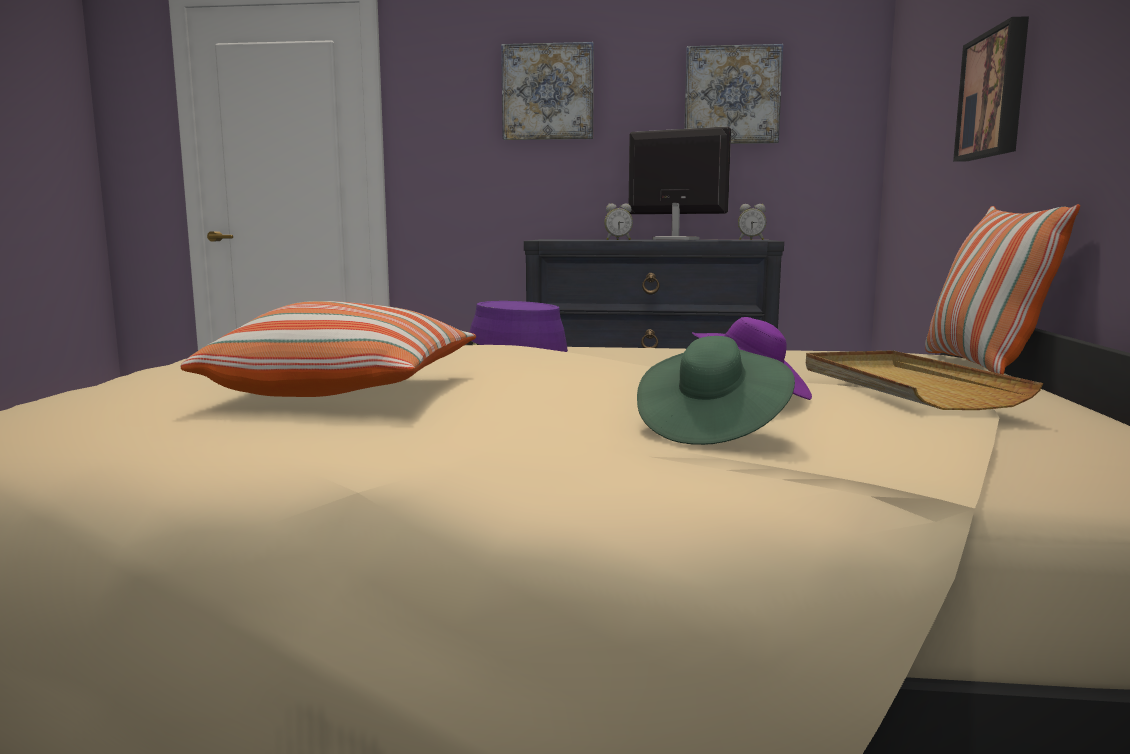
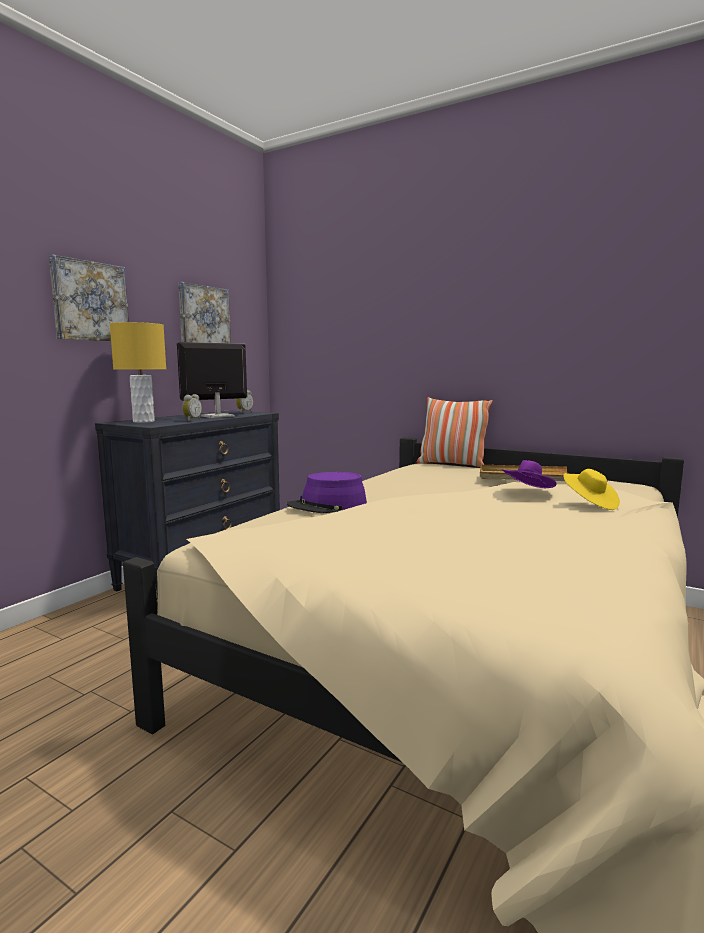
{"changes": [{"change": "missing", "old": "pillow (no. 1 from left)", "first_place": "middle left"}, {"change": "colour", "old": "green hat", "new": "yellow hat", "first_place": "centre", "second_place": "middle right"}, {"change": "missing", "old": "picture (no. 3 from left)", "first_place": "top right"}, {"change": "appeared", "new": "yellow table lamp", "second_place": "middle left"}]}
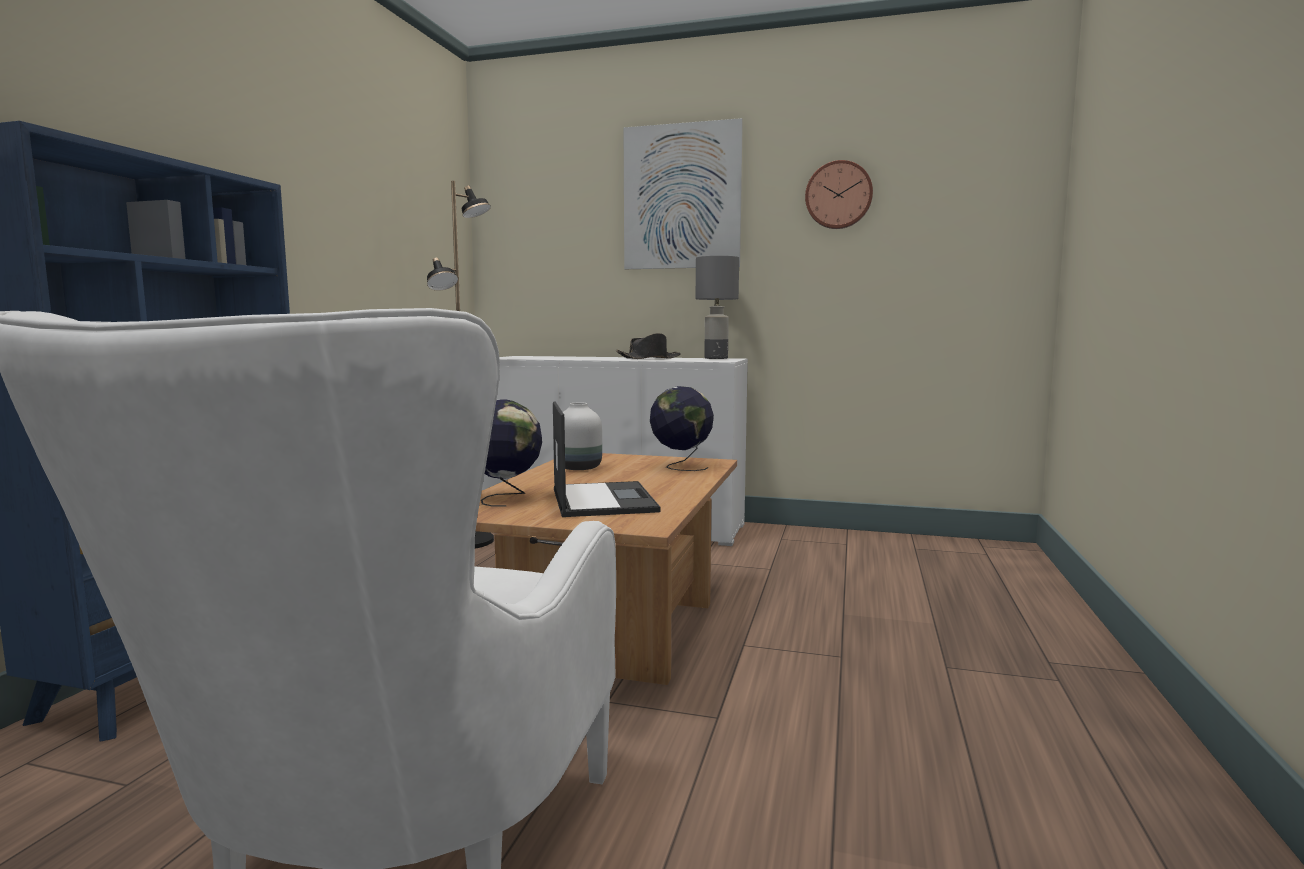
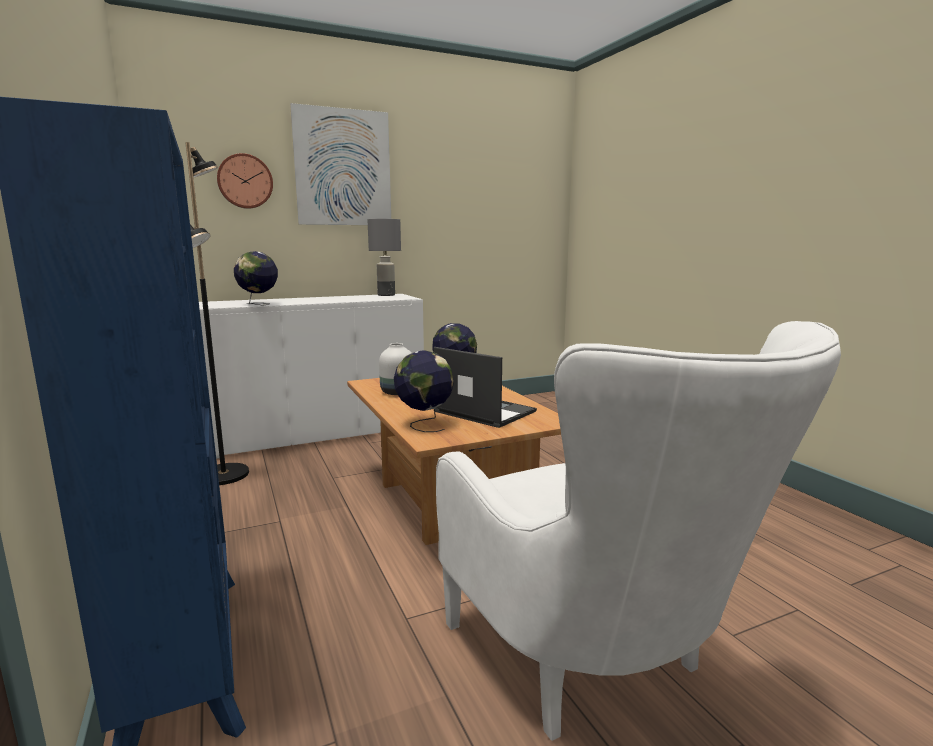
{"changes": [{"change": "missing", "old": "black hat", "first_place": "centre"}, {"change": "relocated", "old": "wall clock", "first_place": "top centre", "second_place": "top left"}, {"change": "appeared", "new": "globe (no. 1 from left)", "second_place": "middle left"}]}
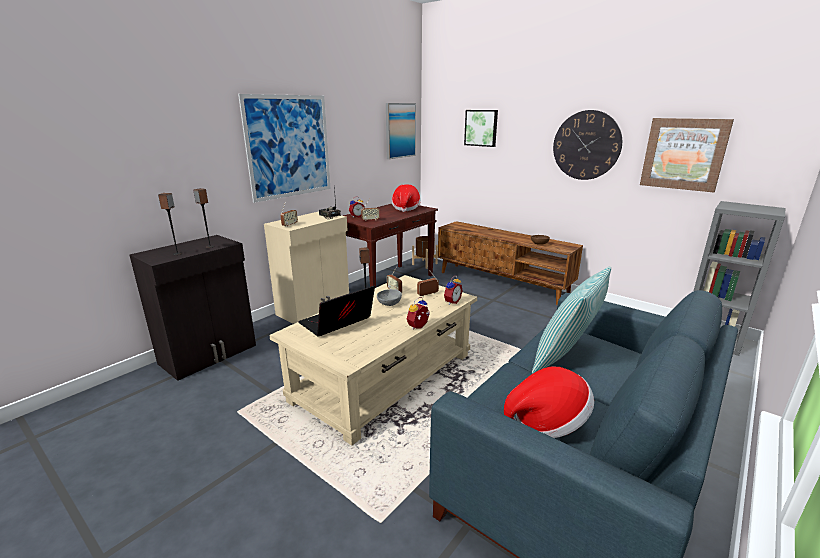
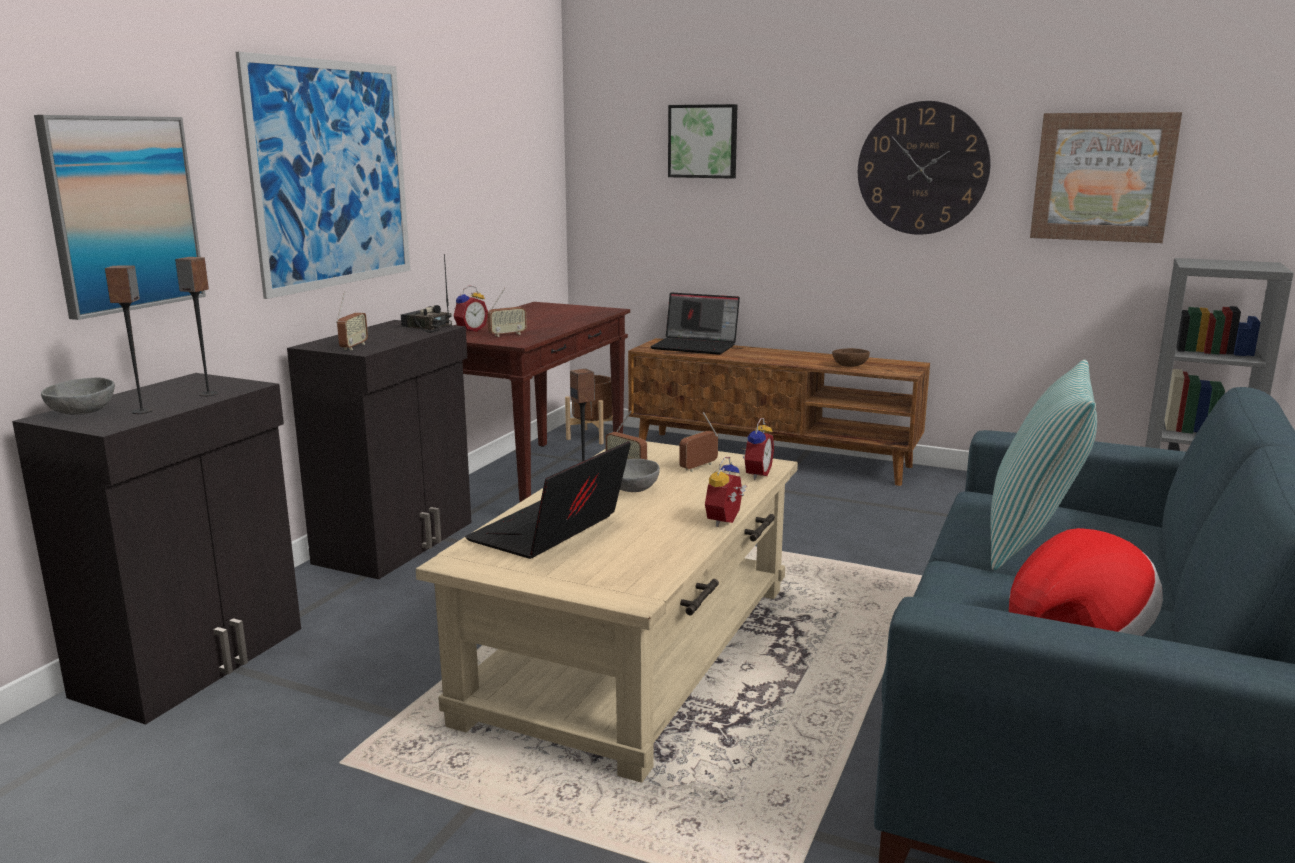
{"changes": [{"change": "colour", "old": "beige cabinet", "new": "black cabinet (no. 2 from left)", "first_place": "centre", "second_place": "middle left"}, {"change": "relocated", "old": "picture (no. 2 from left in the first image)", "new": "picture (no. 1 from left)", "first_place": "top centre", "second_place": "top left"}, {"change": "missing", "old": "hat (no. 1 from left)", "first_place": "centre"}, {"change": "appeared", "new": "grey bowl (no. 1 from left)", "second_place": "middle left"}, {"change": "appeared", "new": "laptop (no. 2 from left)", "second_place": "centre"}]}
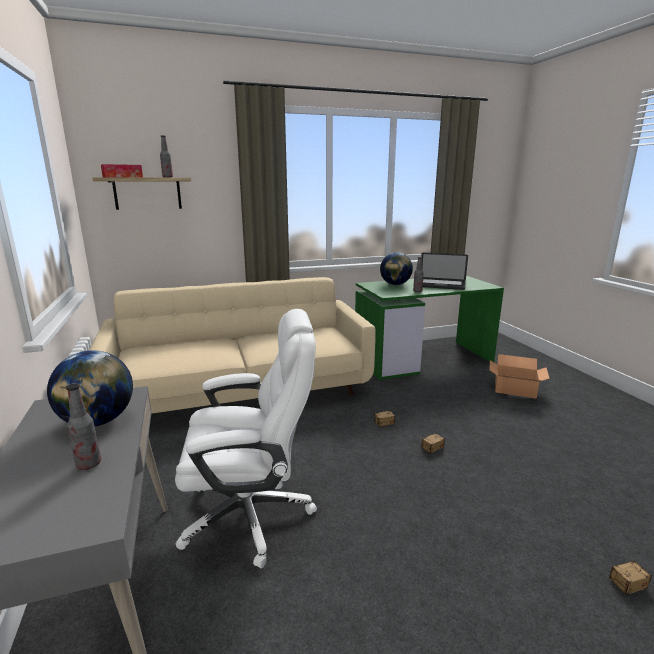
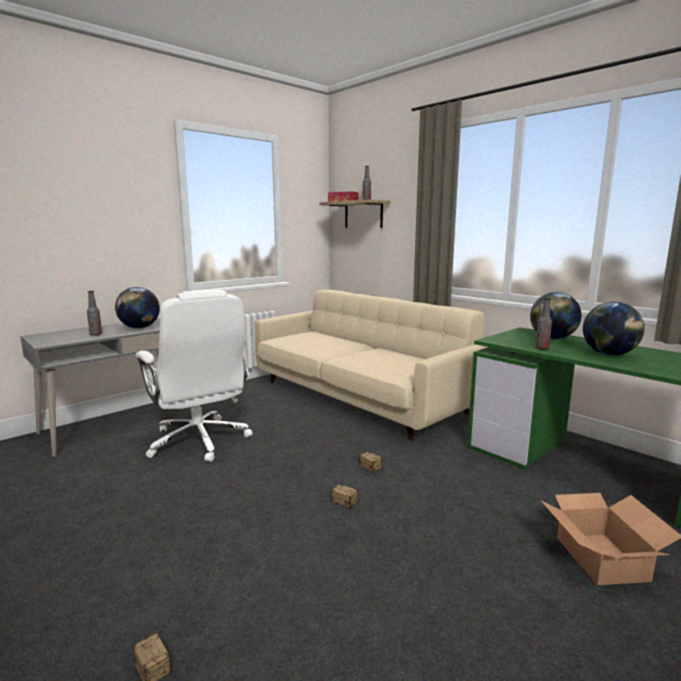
{"changes": [{"change": "exchanged", "old": "laptop", "new": "globe (no. 3 from left)", "first_place": "middle right", "second_place": "middle right"}]}
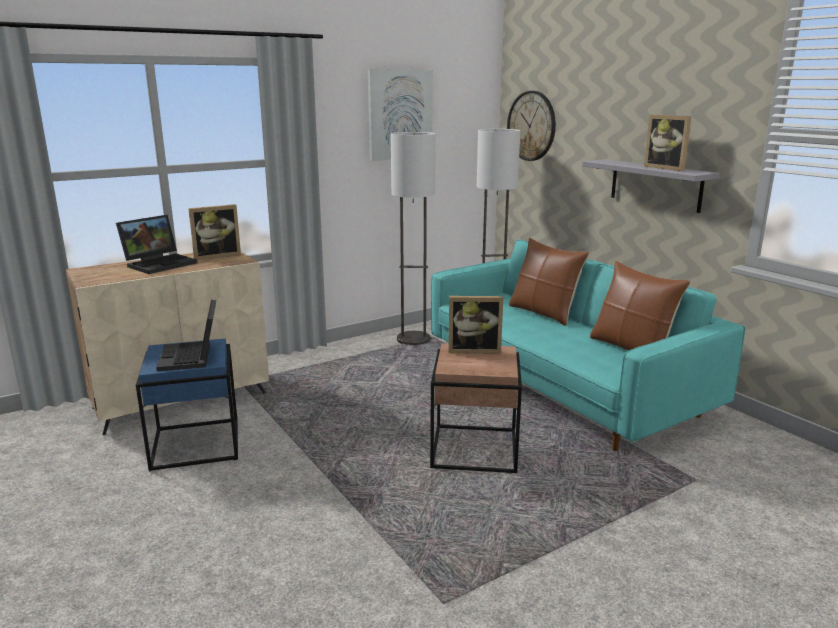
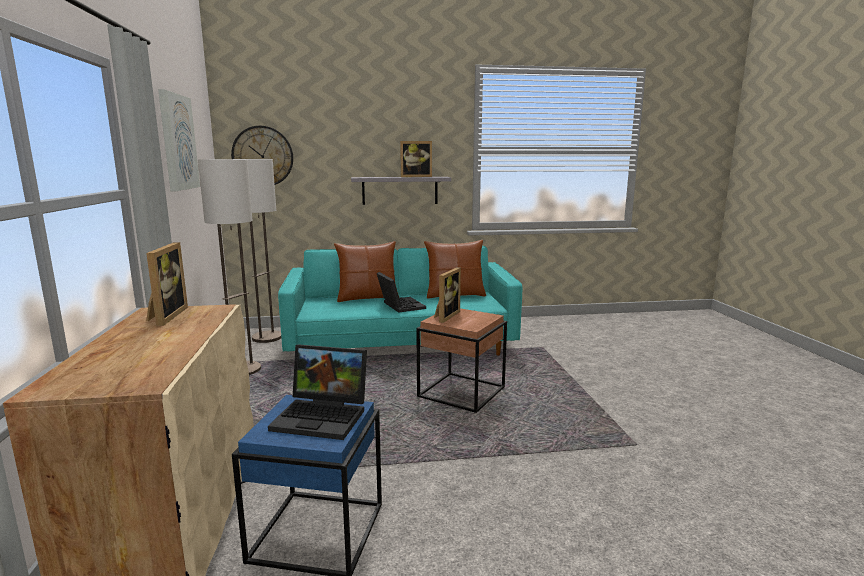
{"changes": [{"change": "relocated", "old": "laptop (no. 1 from left in the first image)", "new": "laptop (no. 2 from left)", "first_place": "middle left", "second_place": "centre"}]}
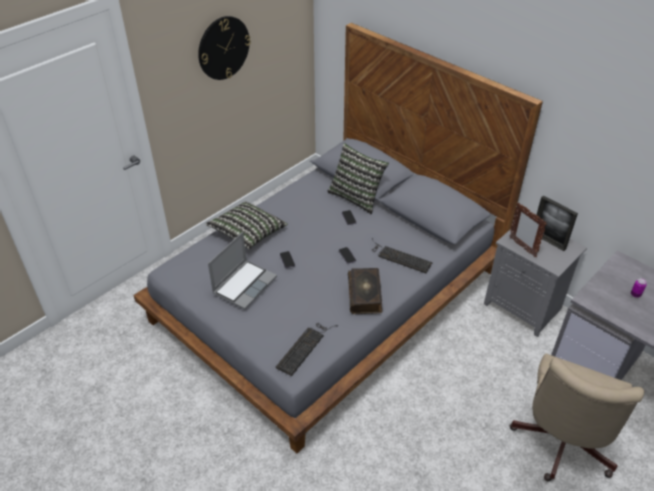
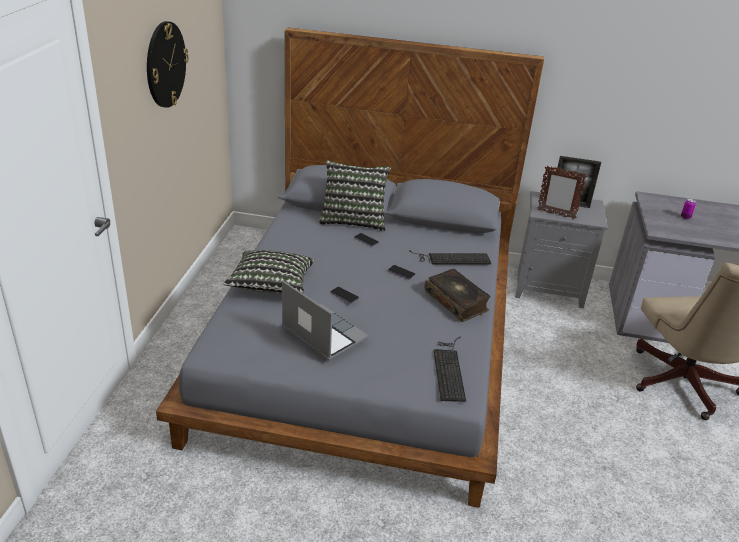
{"changes": [{"change": "spun", "old": "laptop", "first_place": "centre", "second_place": "centre", "degrees": -45}]}
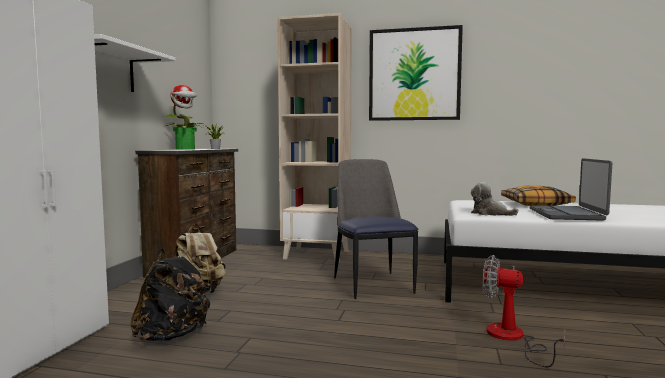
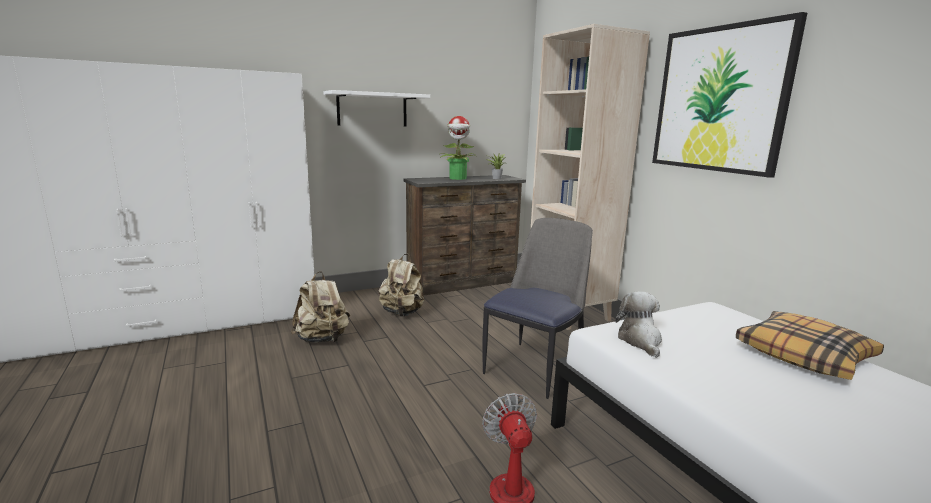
{"changes": [{"change": "colour", "old": "black backpack", "new": "beige backpack (no. 1 from left)", "first_place": "bottom left", "second_place": "centre"}, {"change": "missing", "old": "laptop", "first_place": "middle right"}]}
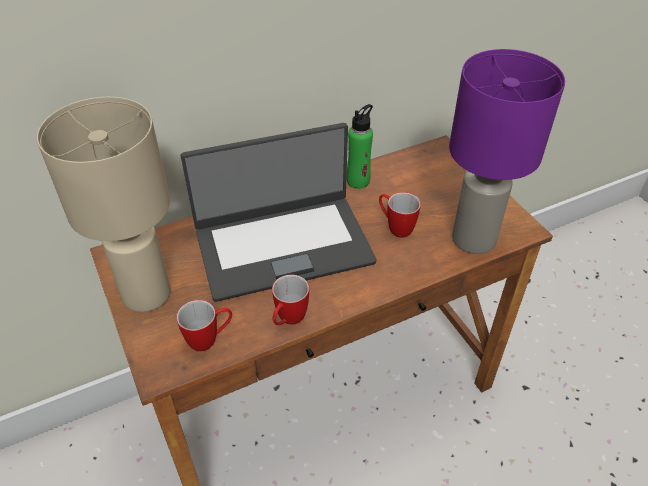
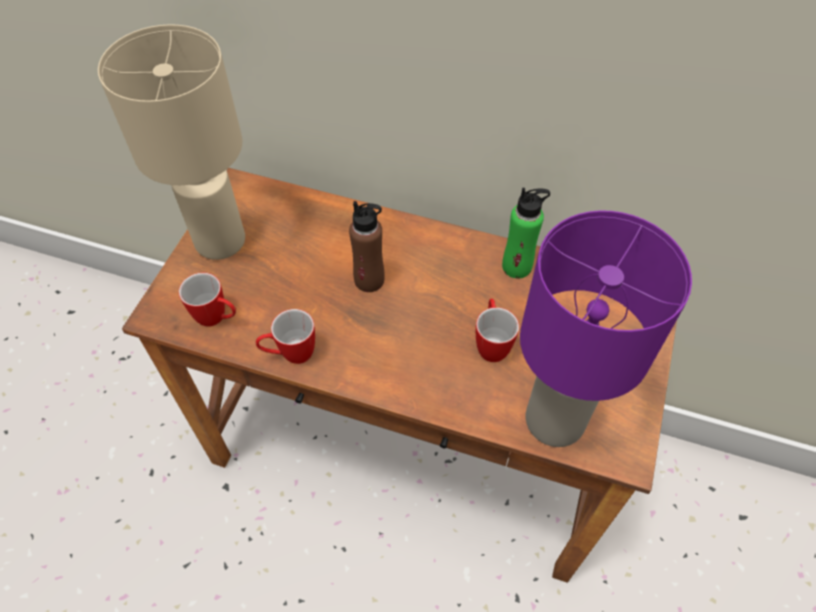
{"changes": [{"change": "exchanged", "old": "laptop", "new": "brown bottle", "first_place": "centre", "second_place": "centre"}]}
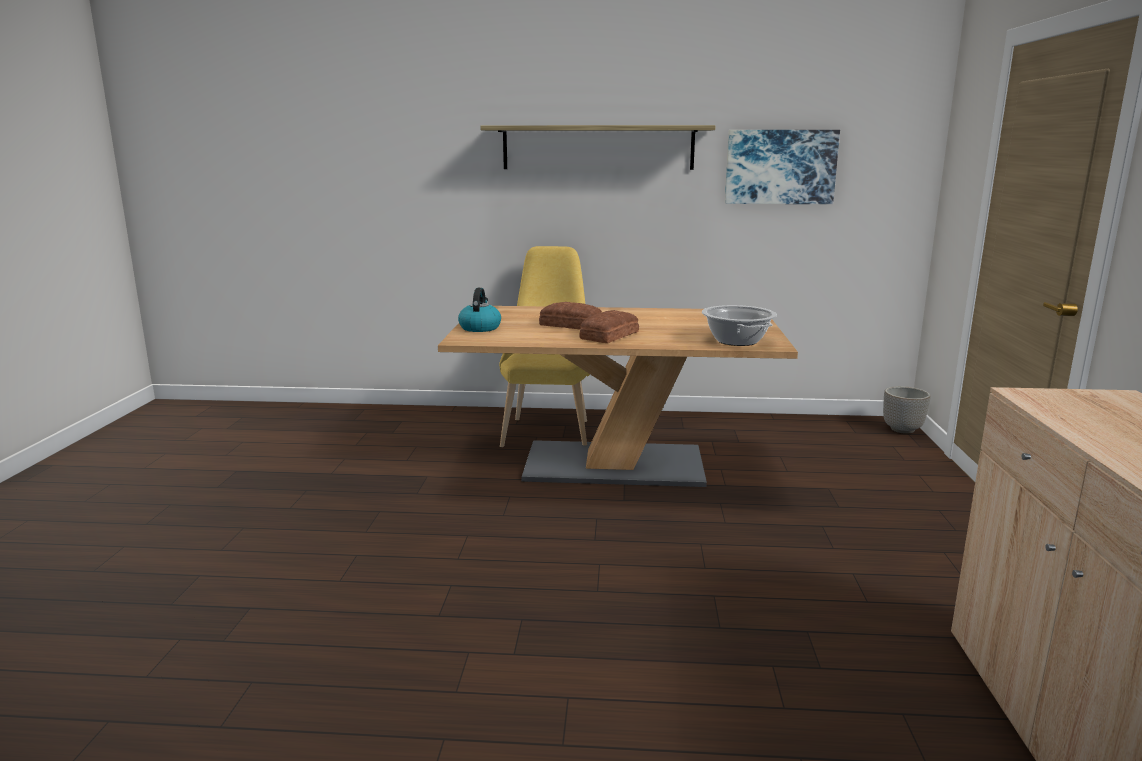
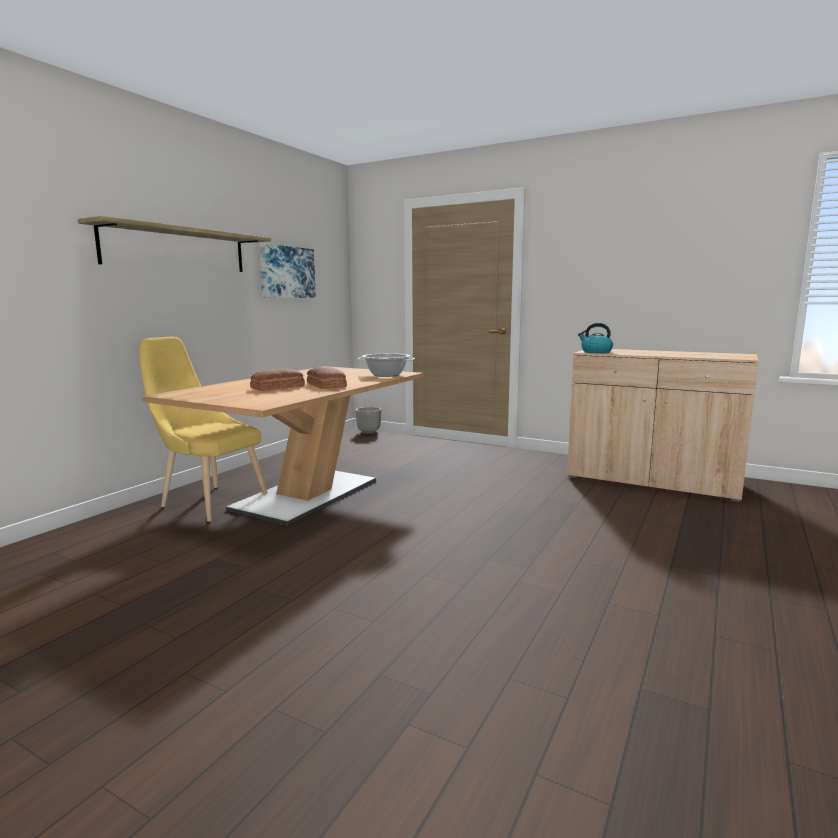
{"changes": [{"change": "relocated", "old": "kettle", "first_place": "centre", "second_place": "middle right"}]}
